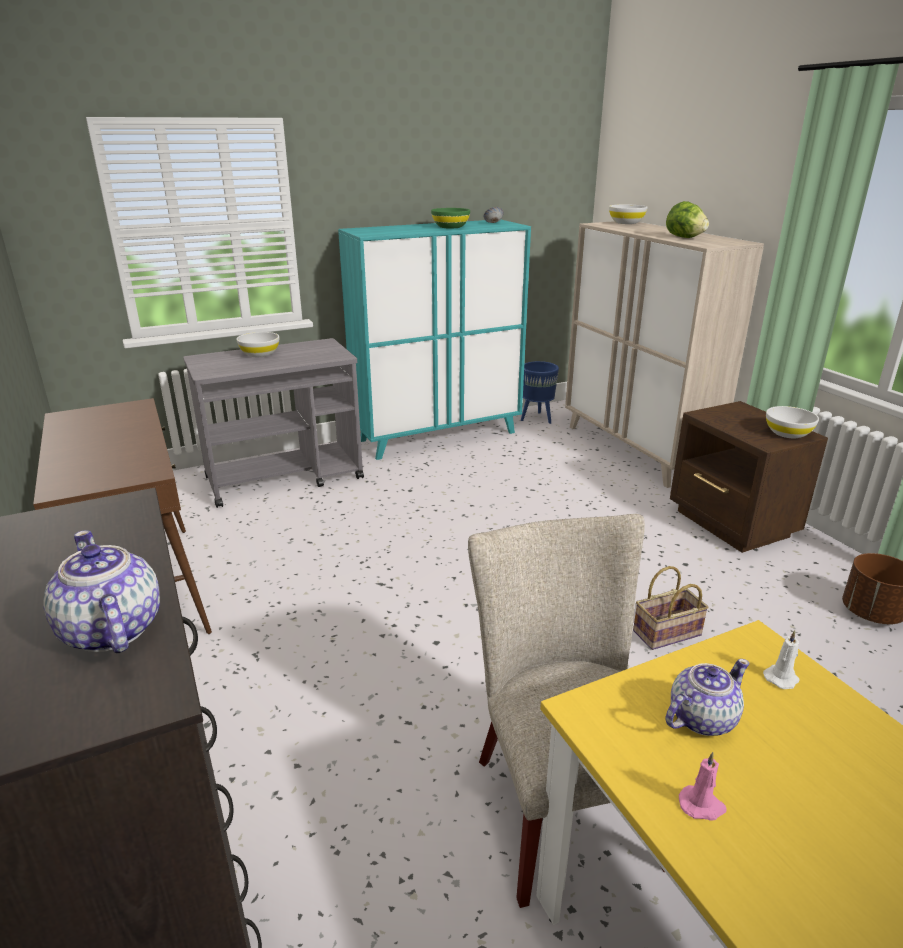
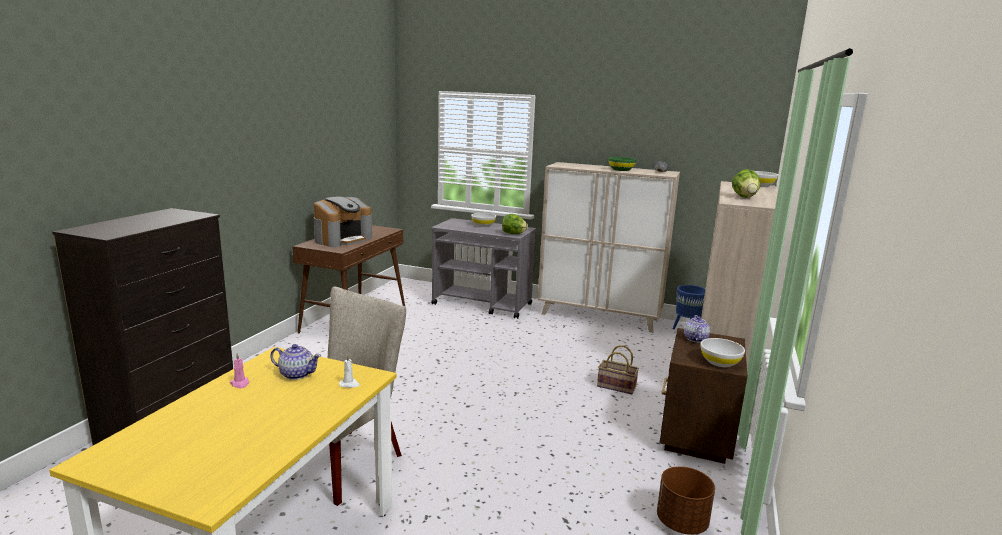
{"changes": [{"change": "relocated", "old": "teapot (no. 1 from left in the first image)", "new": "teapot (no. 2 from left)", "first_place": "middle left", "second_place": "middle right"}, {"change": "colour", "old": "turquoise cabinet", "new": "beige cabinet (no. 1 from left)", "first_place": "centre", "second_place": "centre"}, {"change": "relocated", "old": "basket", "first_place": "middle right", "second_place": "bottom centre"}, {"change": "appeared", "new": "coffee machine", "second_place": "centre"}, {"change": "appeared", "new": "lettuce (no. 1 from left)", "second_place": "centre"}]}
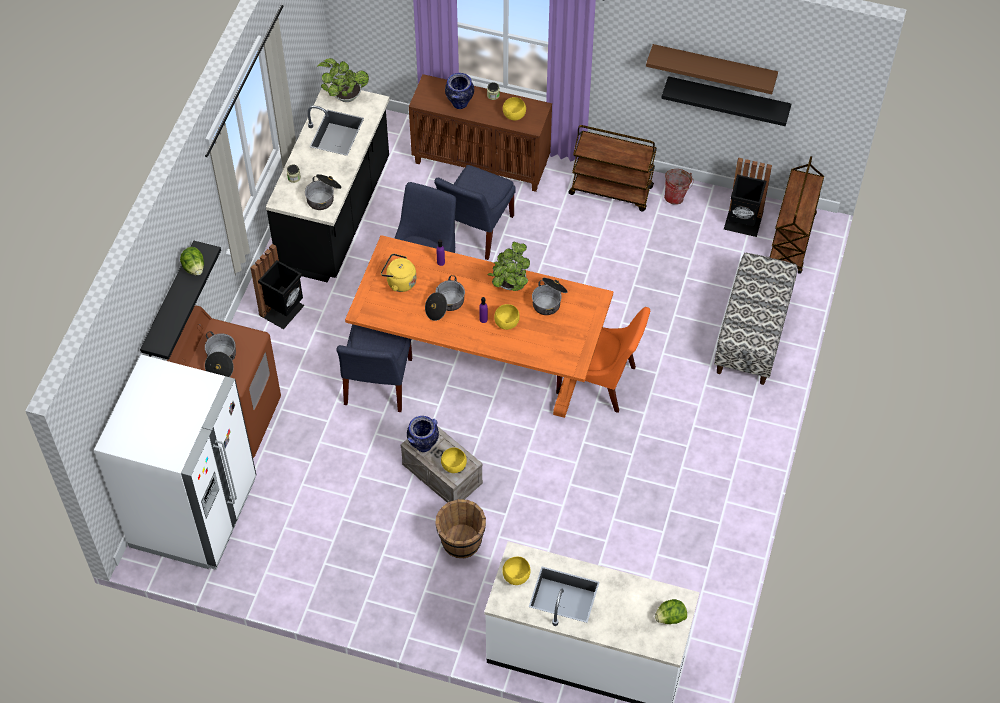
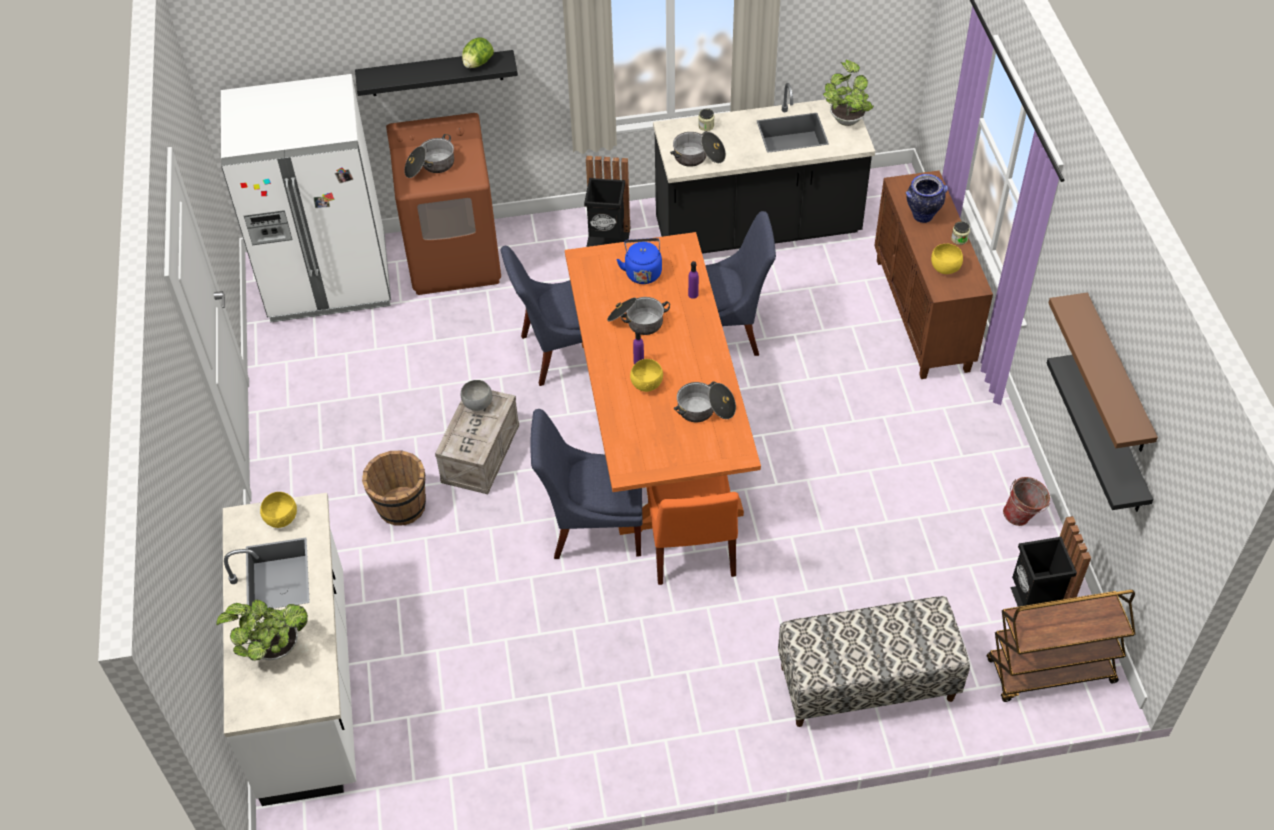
{"changes": [{"change": "colour", "old": "yellow kettle", "new": "blue kettle", "first_place": "centre", "second_place": "top centre"}, {"change": "exchanged", "old": "vase (no. 1 from left)", "new": "grey bowl", "first_place": "centre", "second_place": "centre"}, {"change": "relocated", "old": "blue chair (no. 3 from left in the first image)", "new": "blue chair (no. 2 from left)", "first_place": "top centre", "second_place": "centre"}, {"change": "missing", "old": "yellow bowl (no. 1 from left)", "first_place": "centre"}, {"change": "relocated", "old": "potted plant (no. 2 from left in the first image)", "new": "potted plant (no. 1 from left)", "first_place": "centre", "second_place": "bottom left"}, {"change": "missing", "old": "brown cart (no. 1 from left)", "first_place": "top centre"}, {"change": "missing", "old": "lettuce (no. 2 from left)", "first_place": "bottom right"}]}
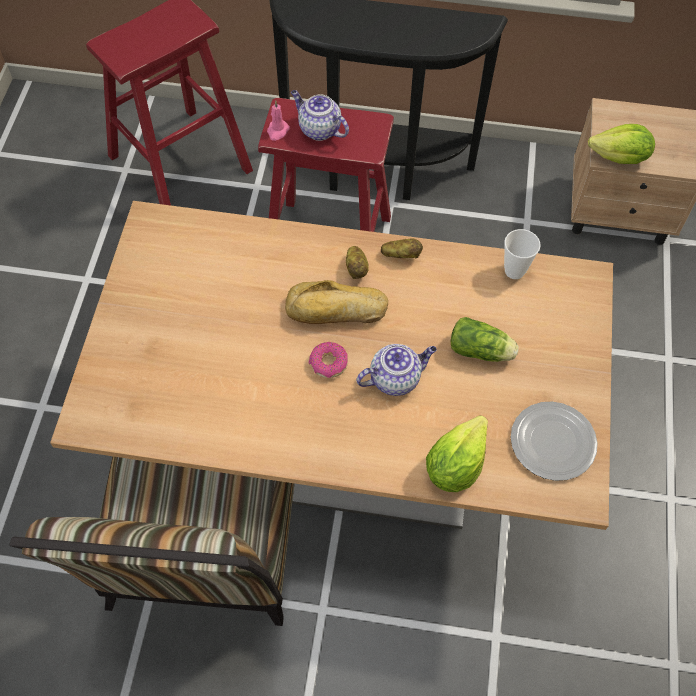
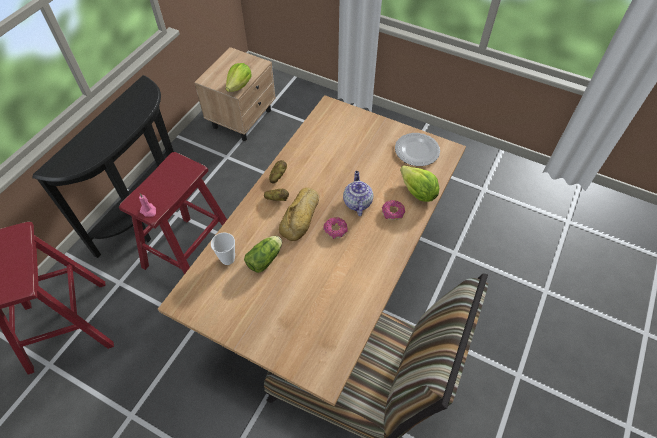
{"changes": [{"change": "missing", "old": "teapot (no. 1 from left)", "first_place": "top centre"}, {"change": "relocated", "old": "lettuce (no. 2 from left)", "first_place": "middle right", "second_place": "centre"}, {"change": "relocated", "old": "cup", "first_place": "middle right", "second_place": "centre"}, {"change": "appeared", "new": "donut (no. 2 from left)", "second_place": "centre"}]}
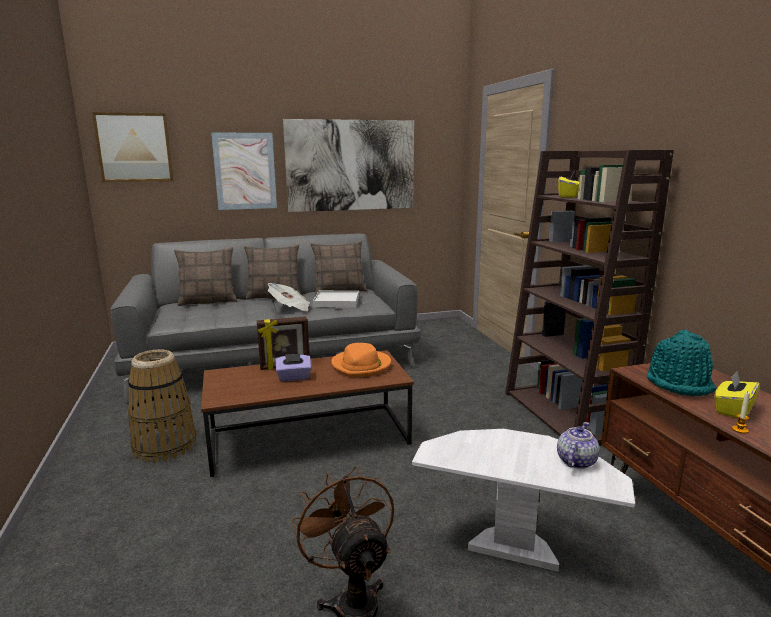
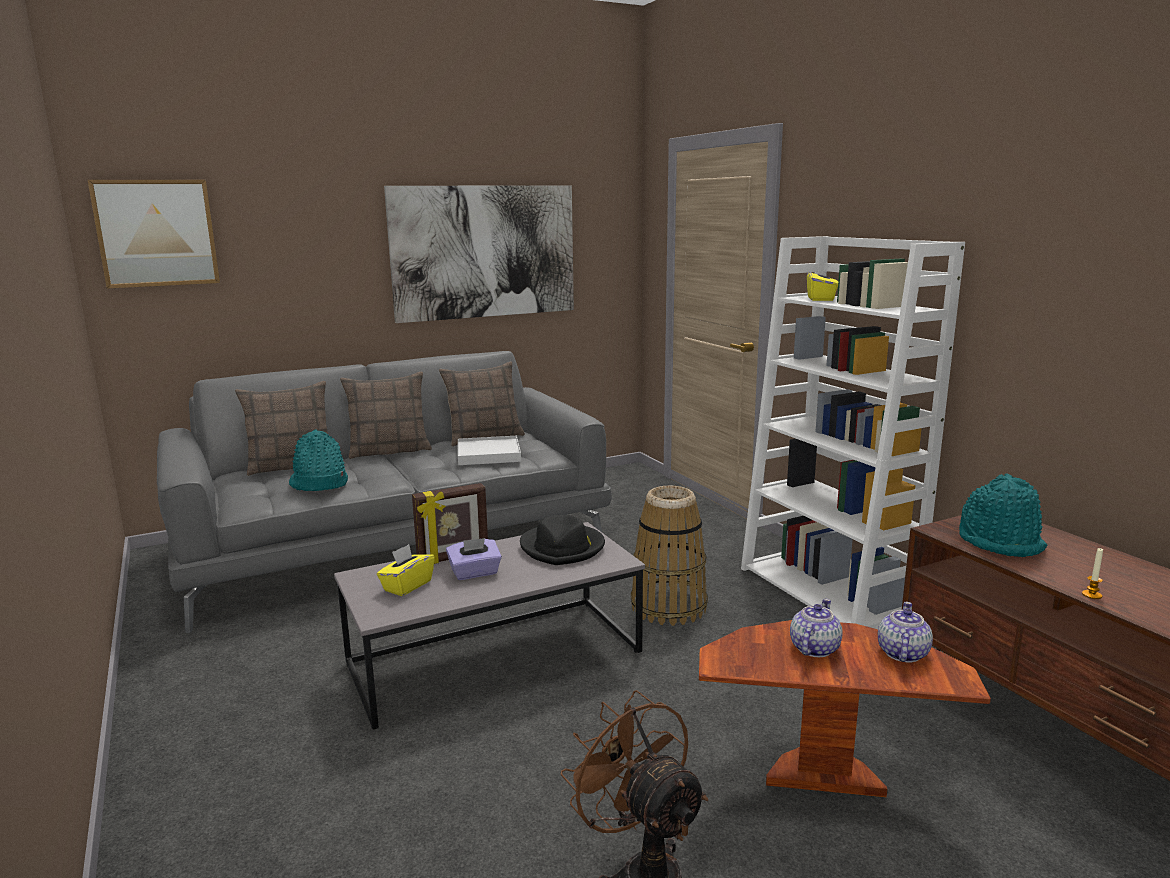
{"changes": [{"change": "relocated", "old": "basket", "first_place": "middle left", "second_place": "centre"}, {"change": "colour", "old": "brown coffee table", "new": "grey coffee table", "first_place": "bottom centre", "second_place": "bottom centre"}, {"change": "missing", "old": "picture (no. 2 from left)", "first_place": "top left"}, {"change": "missing", "old": "newspaper", "first_place": "centre"}, {"change": "colour", "old": "orange hat", "new": "black hat", "first_place": "centre", "second_place": "centre"}, {"change": "colour", "old": "white side table", "new": "brown side table", "first_place": "bottom right", "second_place": "bottom right"}, {"change": "colour", "old": "brown bookcase", "new": "white bookcase", "first_place": "middle right", "second_place": "middle right"}, {"change": "relocated", "old": "yellow tissue box (no. 2 from left in the first image)", "new": "yellow tissue box (no. 1 from left)", "first_place": "middle right", "second_place": "centre"}, {"change": "appeared", "new": "turquoise hat (no. 1 from left)", "second_place": "middle left"}, {"change": "appeared", "new": "teapot (no. 1 from left)", "second_place": "bottom right"}]}
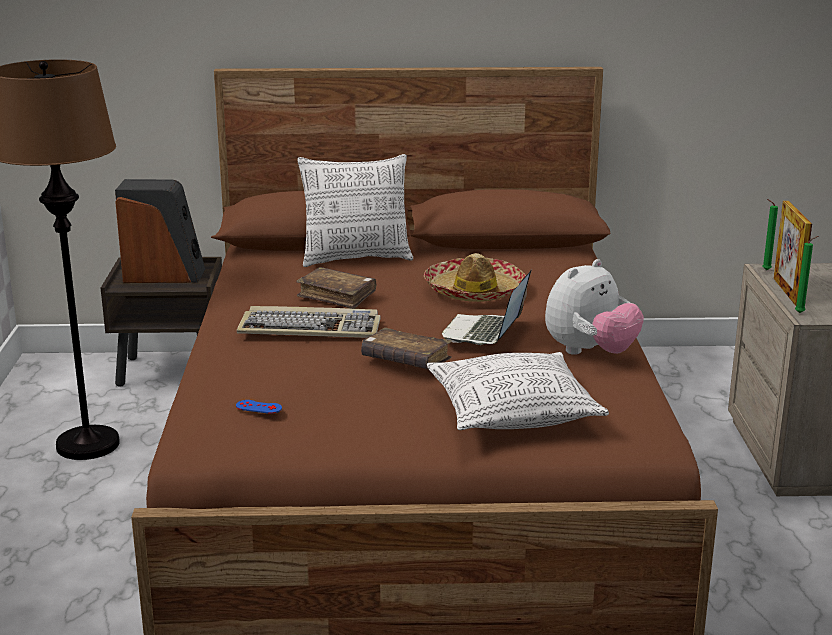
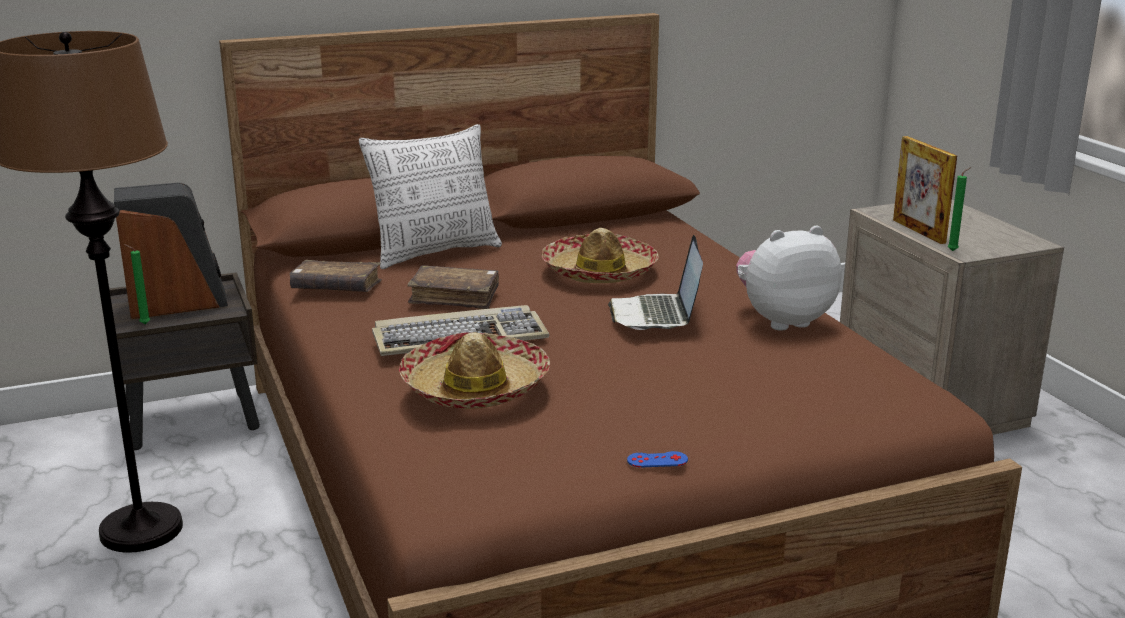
{"changes": [{"change": "relocated", "old": "blue game controller", "first_place": "middle left", "second_place": "bottom centre"}, {"change": "relocated", "old": "brown book (no. 2 from left in the first image)", "new": "brown book (no. 1 from left)", "first_place": "centre", "second_place": "middle left"}, {"change": "missing", "old": "pillow (no. 2 from left)", "first_place": "centre"}, {"change": "spun", "old": "plush toy", "first_place": "middle right", "second_place": "middle right", "degrees": -135}, {"change": "relocated", "old": "green candle (no. 1 from left)", "first_place": "middle right", "second_place": "middle left"}, {"change": "appeared", "new": "hat (no. 1 from left)", "second_place": "centre"}]}
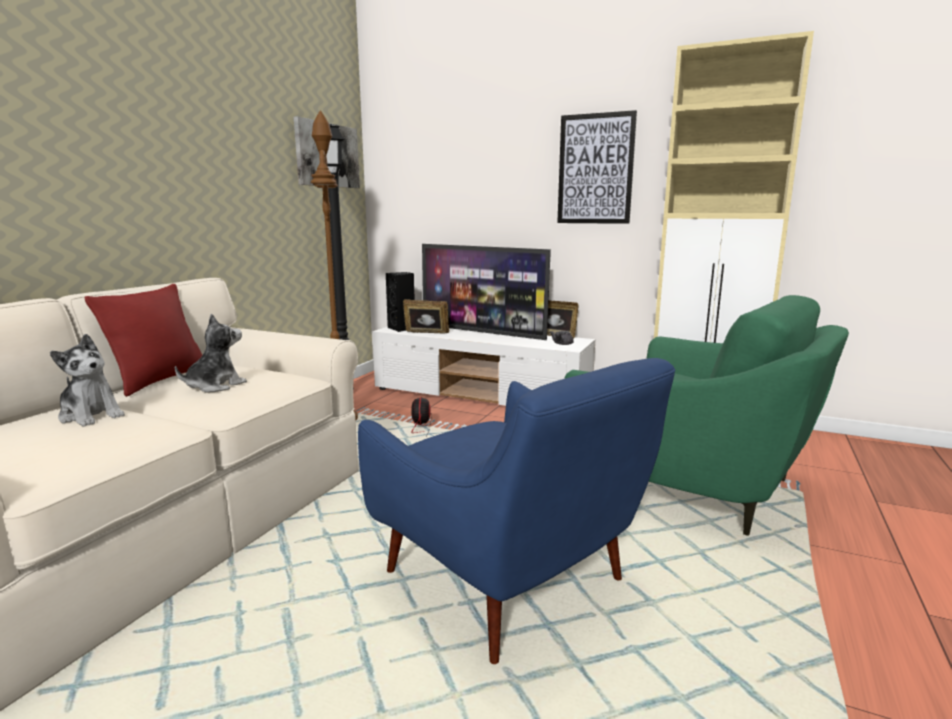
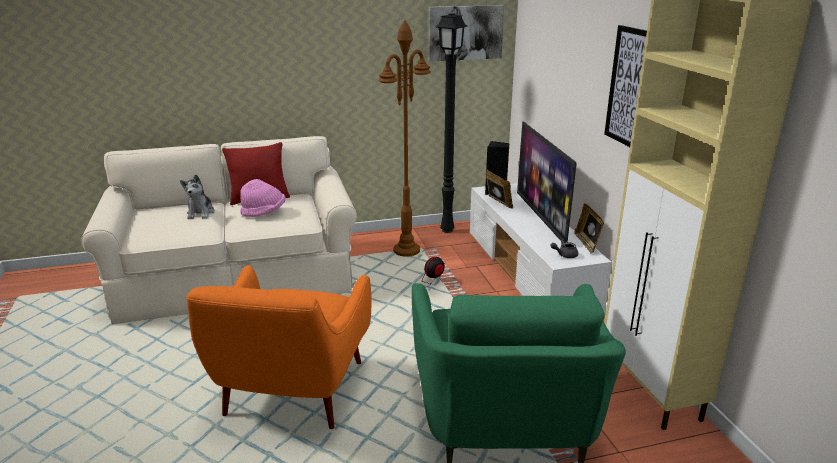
{"changes": [{"change": "exchanged", "old": "plush toy (no. 2 from left)", "new": "pink hat", "first_place": "middle left", "second_place": "middle left"}, {"change": "colour", "old": "blue armchair", "new": "orange armchair", "first_place": "bottom centre", "second_place": "bottom centre"}]}
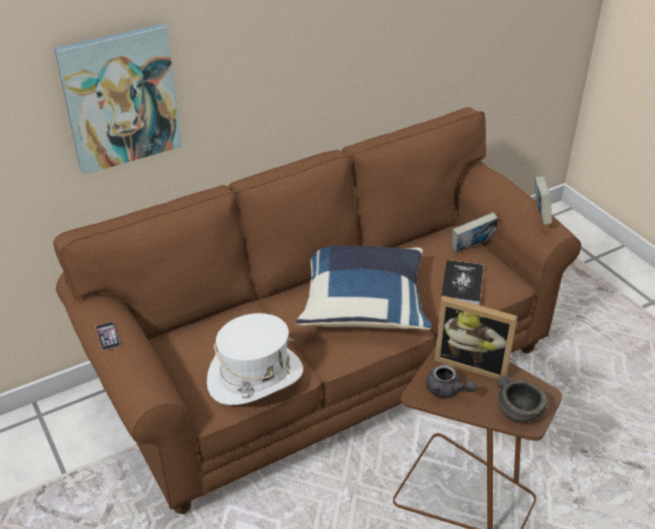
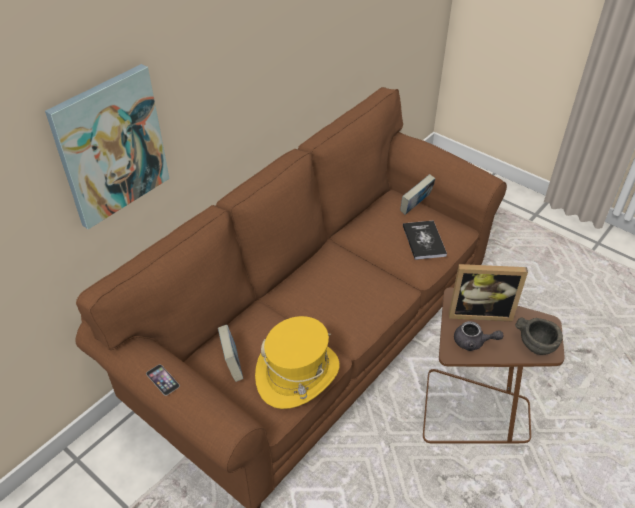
{"changes": [{"change": "colour", "old": "white hat", "new": "yellow hat", "first_place": "bottom centre", "second_place": "bottom centre"}, {"change": "missing", "old": "blue pillow", "first_place": "centre"}, {"change": "relocated", "old": "book (no. 3 from left in the first image)", "new": "book (no. 1 from left)", "first_place": "middle right", "second_place": "bottom centre"}]}
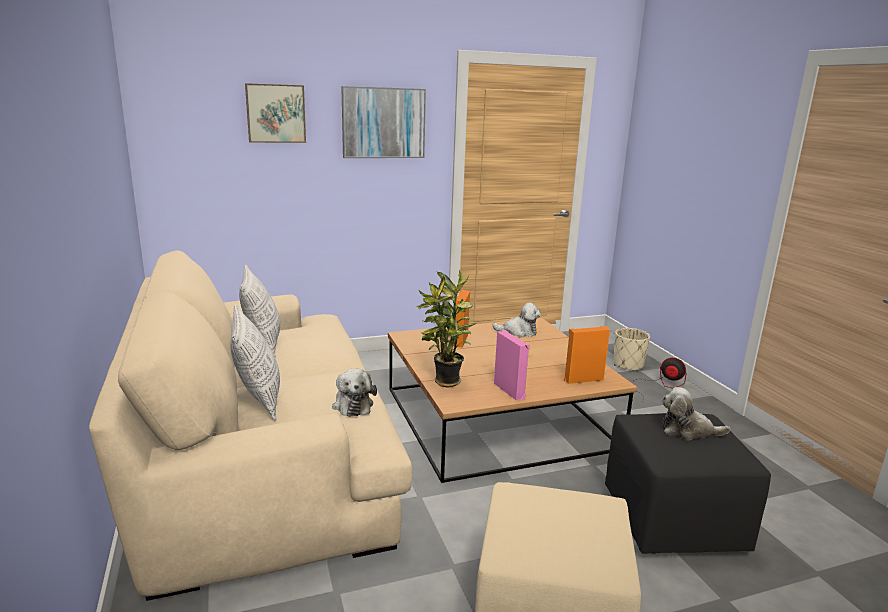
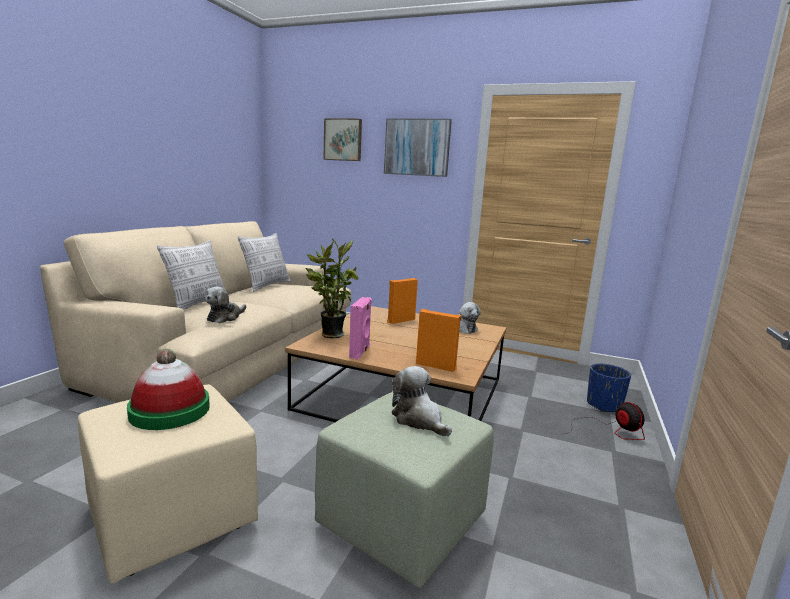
{"changes": [{"change": "colour", "old": "black ottoman", "new": "green ottoman", "first_place": "bottom right", "second_place": "bottom centre"}, {"change": "colour", "old": "beige planter", "new": "blue planter", "first_place": "middle right", "second_place": "middle right"}, {"change": "appeared", "new": "hat", "second_place": "middle left"}]}
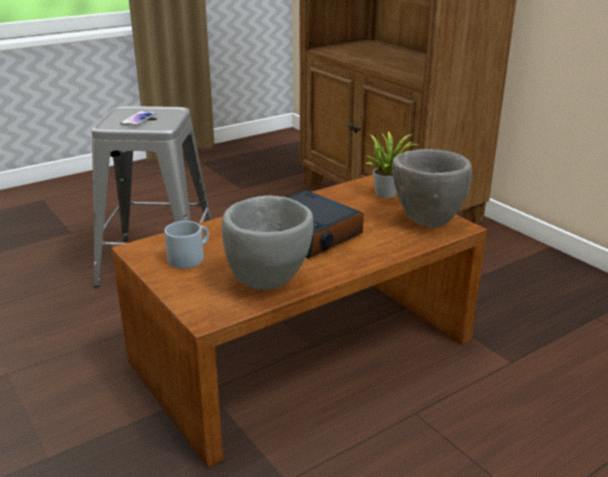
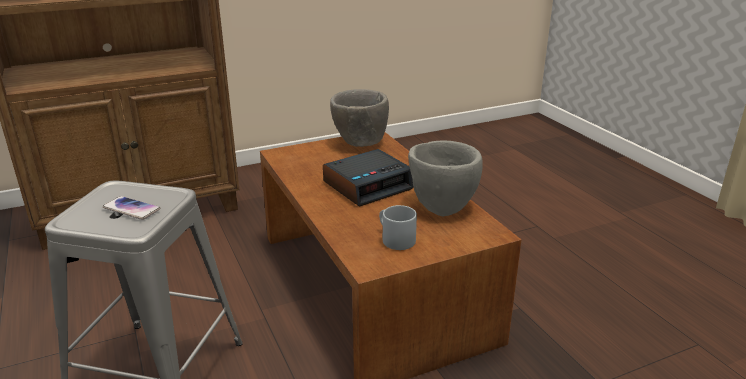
{"changes": [{"change": "missing", "old": "potted plant", "first_place": "centre"}]}
